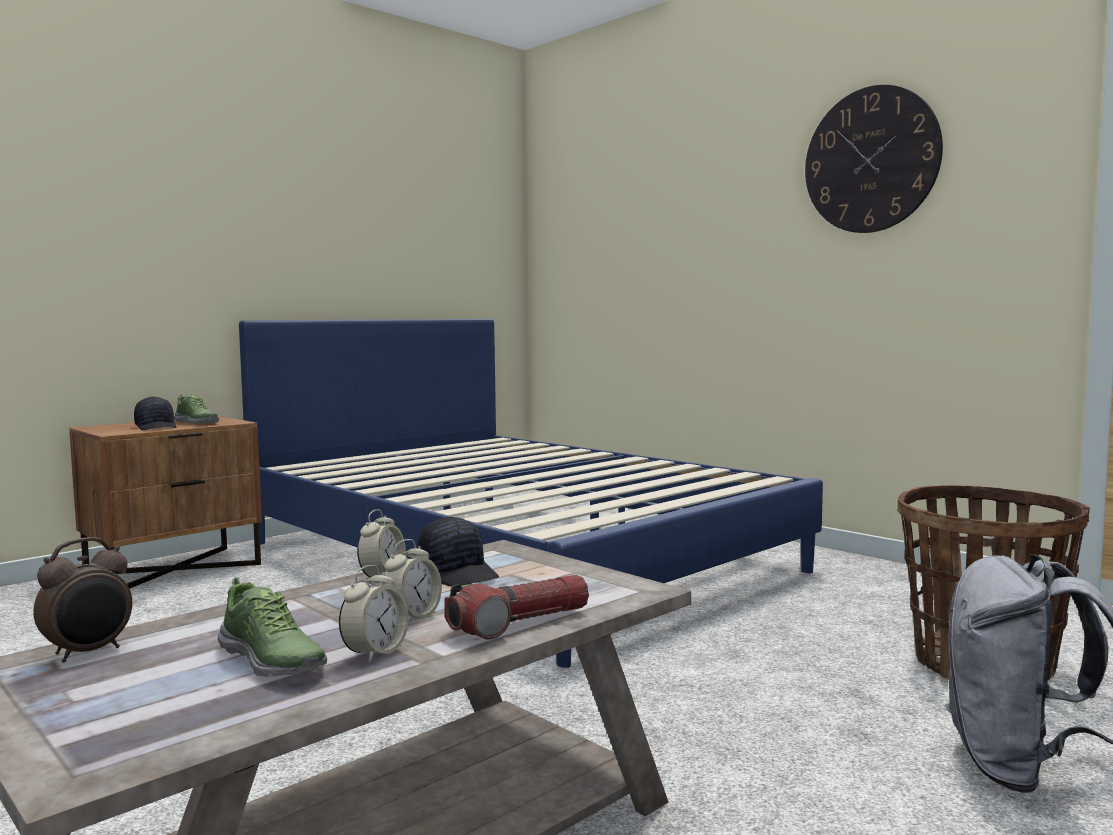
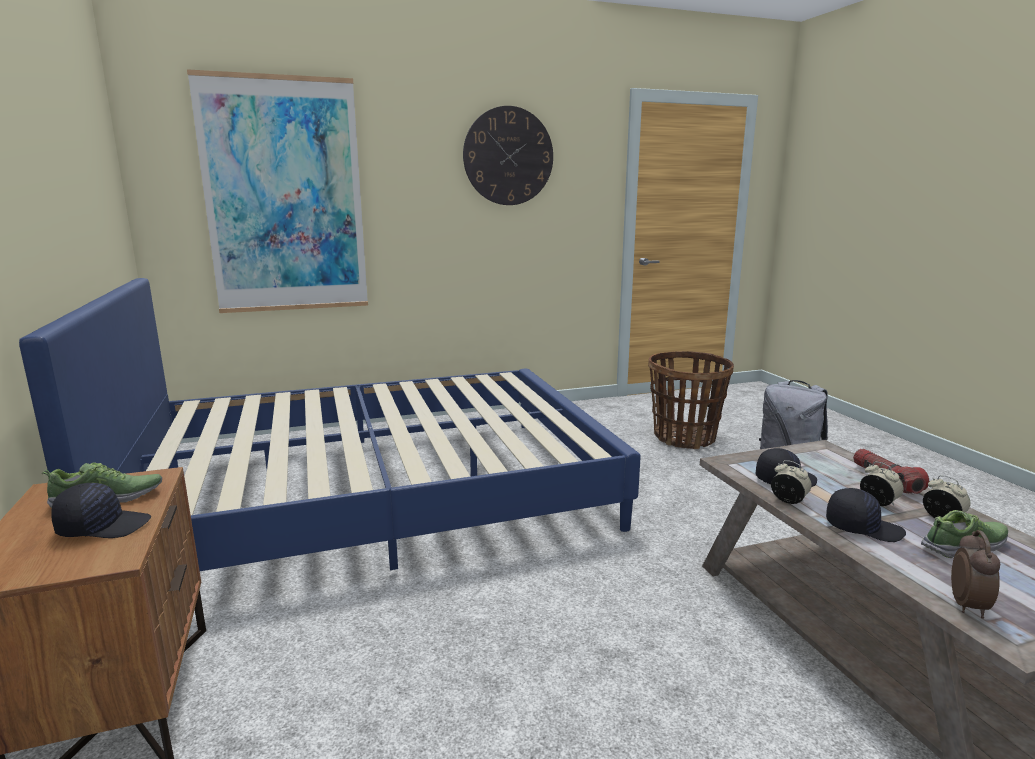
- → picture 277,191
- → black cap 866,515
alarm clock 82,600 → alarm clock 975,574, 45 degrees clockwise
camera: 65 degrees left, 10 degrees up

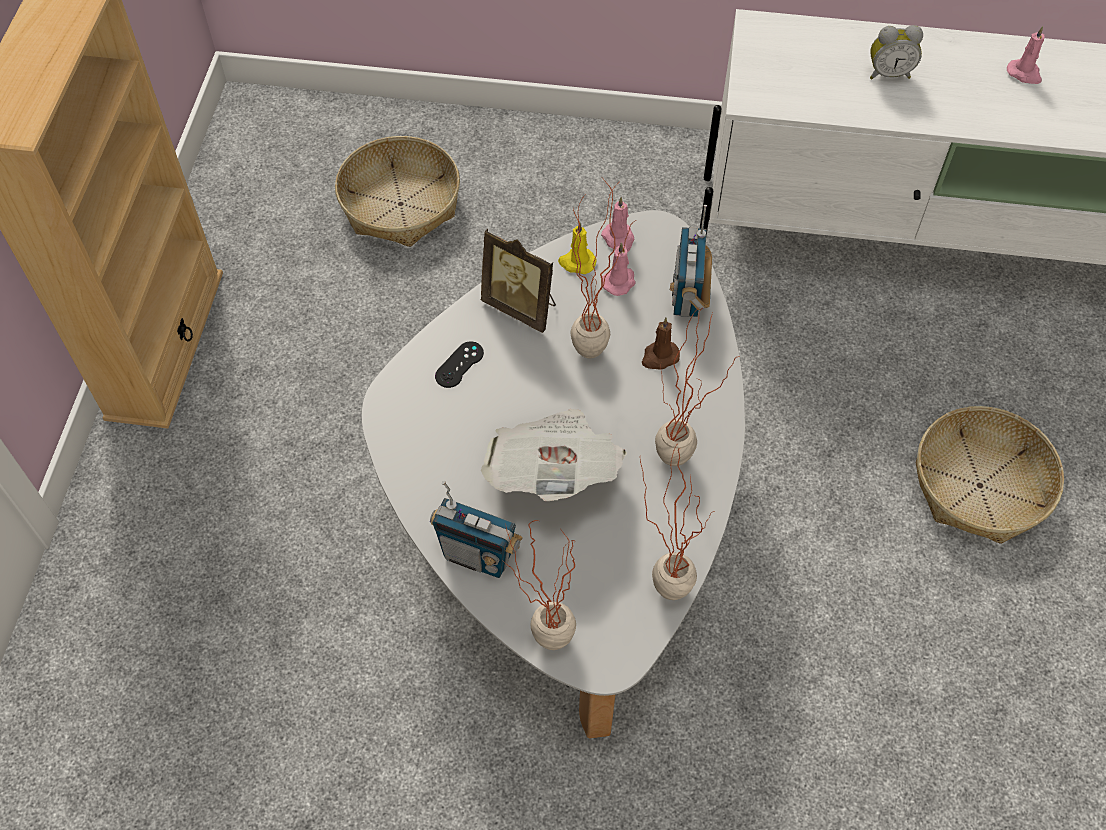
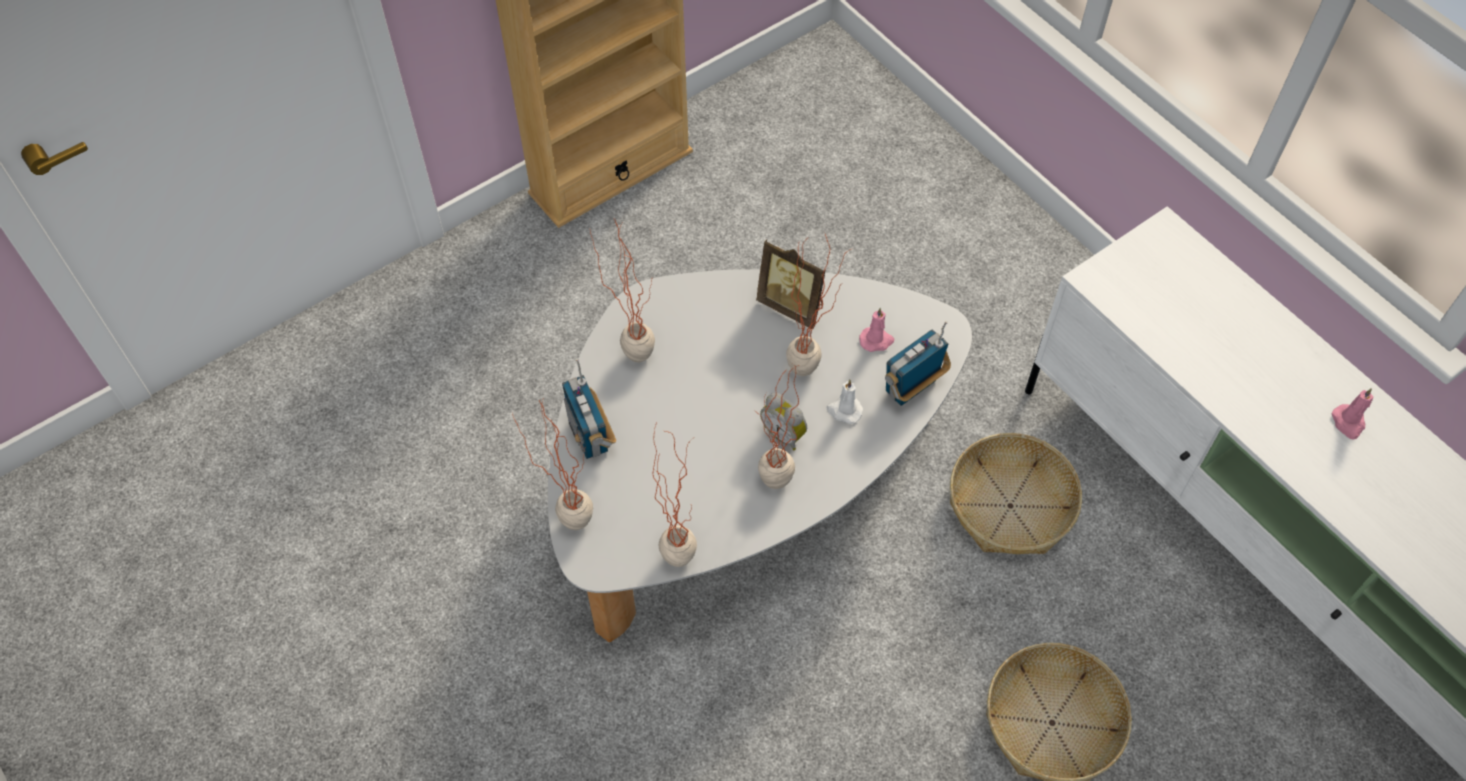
black game controller 459,364 → -
newspaper 554,455 → -
yellow candle 577,248 → -
pink candle 617,224 → -
- → potted plant 622,291
basket 397,191 → basket 1016,493, relocated
alarm clock 896,52 → alarm clock 783,421, relocated
brown candle 661,344 → white candle 845,402
picture frame 518,281 → picture frame 791,284, 45 degrees counterclockwise
camera: 45 degrees right, 0 degrees up

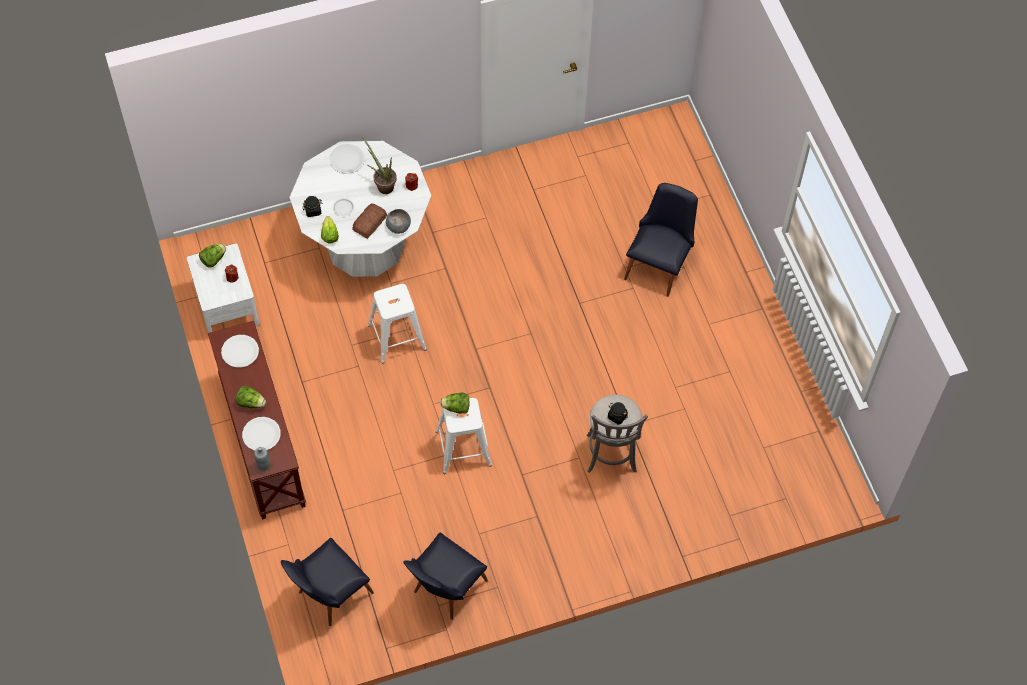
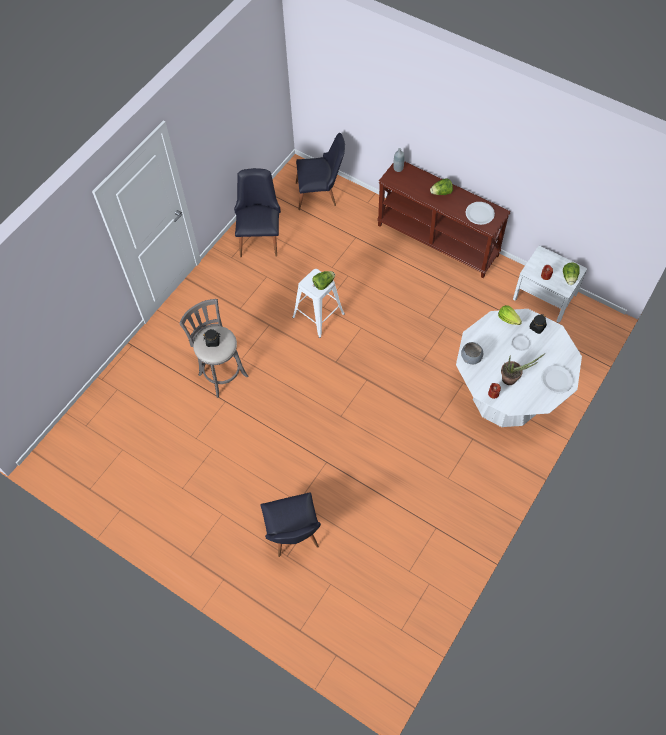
white plate 261,434 → -
bread 369,221 → -
white stool 397,324 → -
black chair 327,582 → black chair 320,171, 75 degrees clockwise
camera: 145 degrees right, 0 degrees up

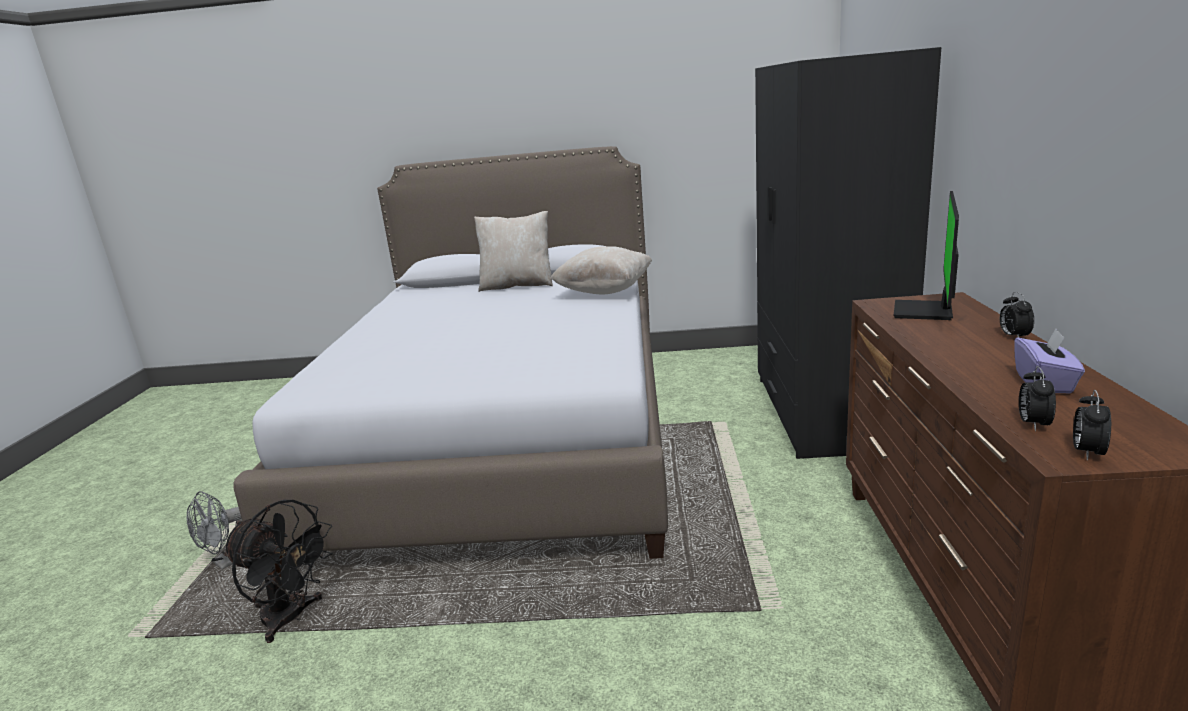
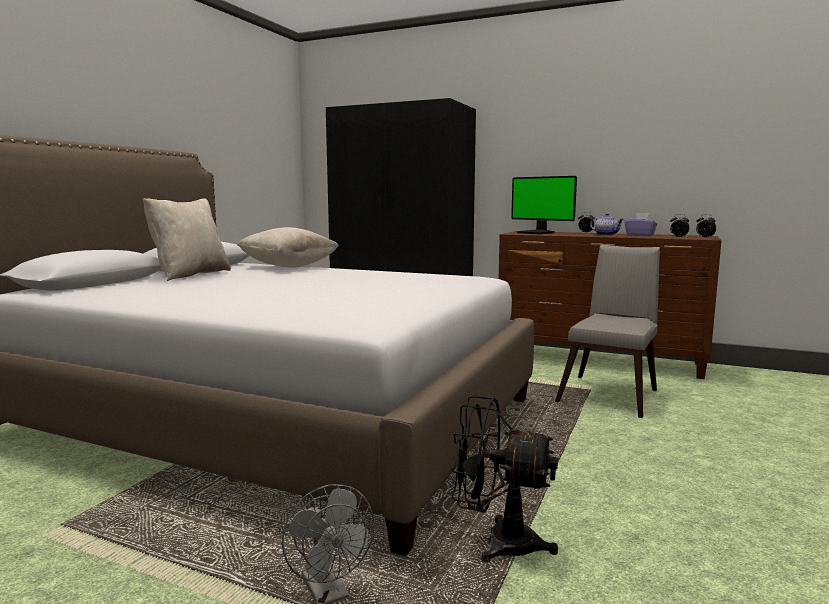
- → grey chair 607,331
- → teapot 607,224
black fan 278,571 → black fan 504,479, 120 degrees counterclockwise
camera: 70 degrees left, 10 degrees down

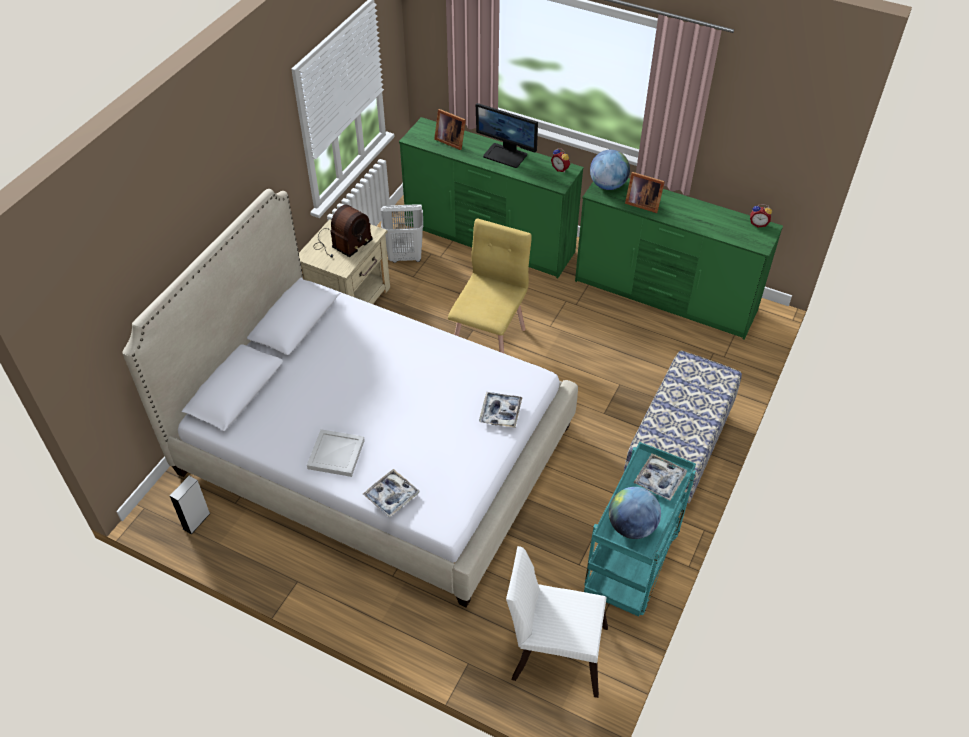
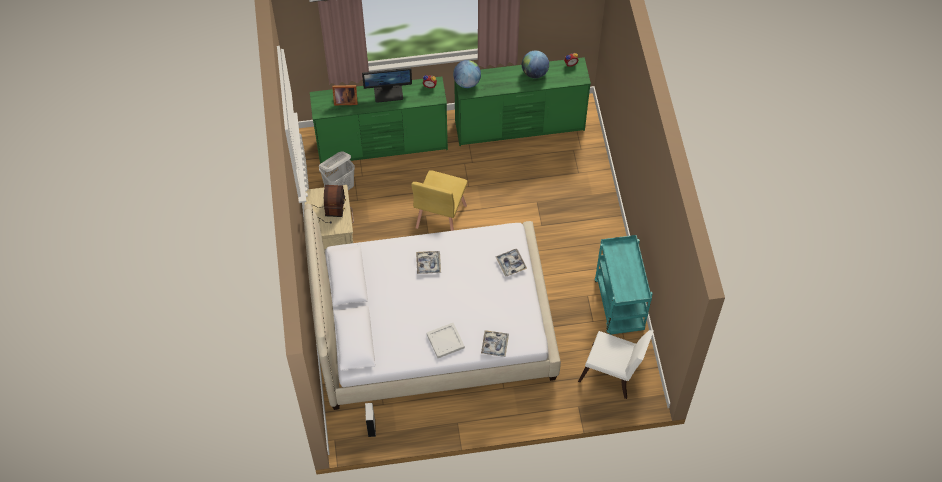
bench 683,431 → -
picture frame 645,192 → -
globe 635,513 → globe 535,64, relocated
tray 660,477 → tray 428,262, relocated
yellow chair 490,285 → yellow chair 439,200, 150 degrees counterclockwise
white chair 557,622 → white chair 616,364, 135 degrees counterclockwise
camera: 35 degrees left, 10 degrees up

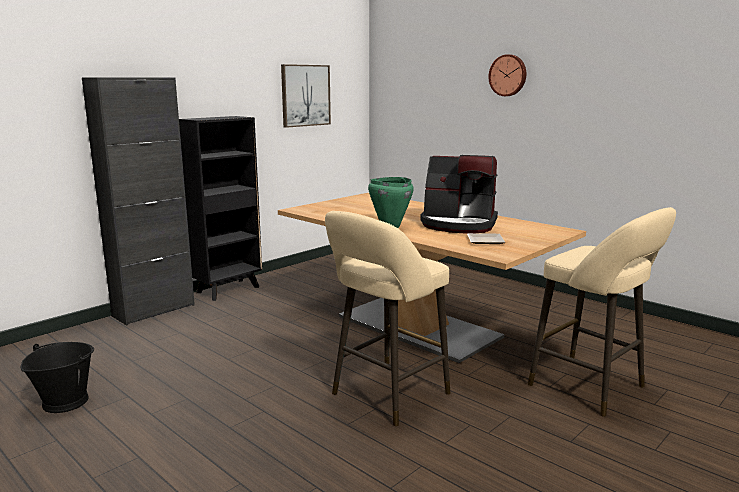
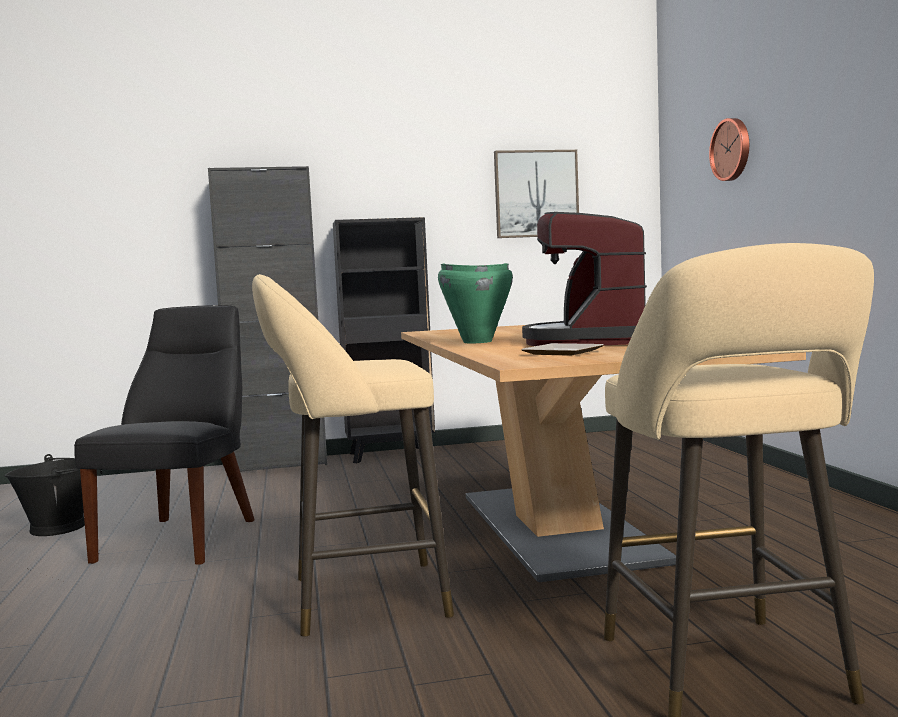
- → black chair 164,435
wall clock 507,75 → wall clock 729,149, relocated
coffee machine 459,194 → coffee machine 584,279, 45 degrees clockwise
camera: 35 degrees right, 10 degrees down

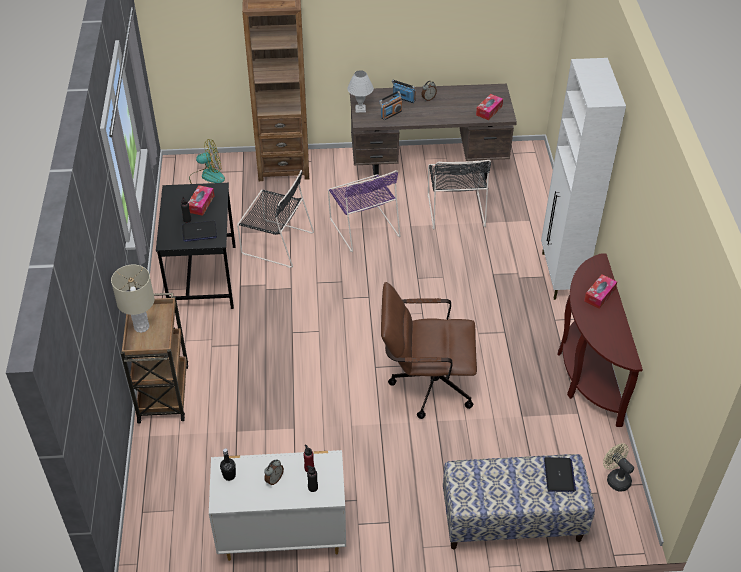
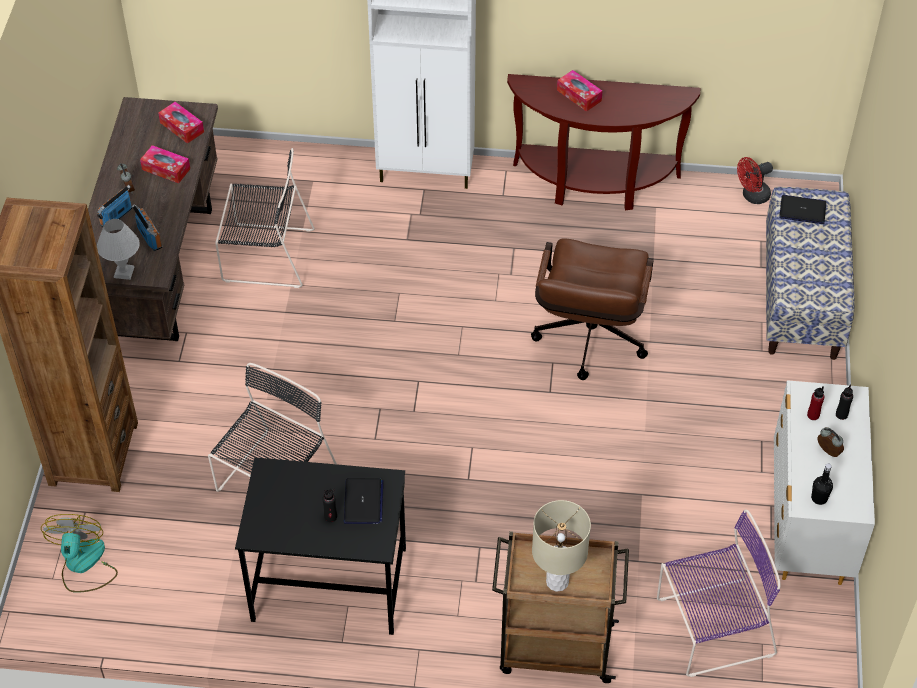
tissue box 201,200 → tissue box 165,164, relocated
purple chair 364,211 → purple chair 719,593, relocated
beige fan 618,467 → red fan 755,180
camera: 80 degrees left, 5 degrees up

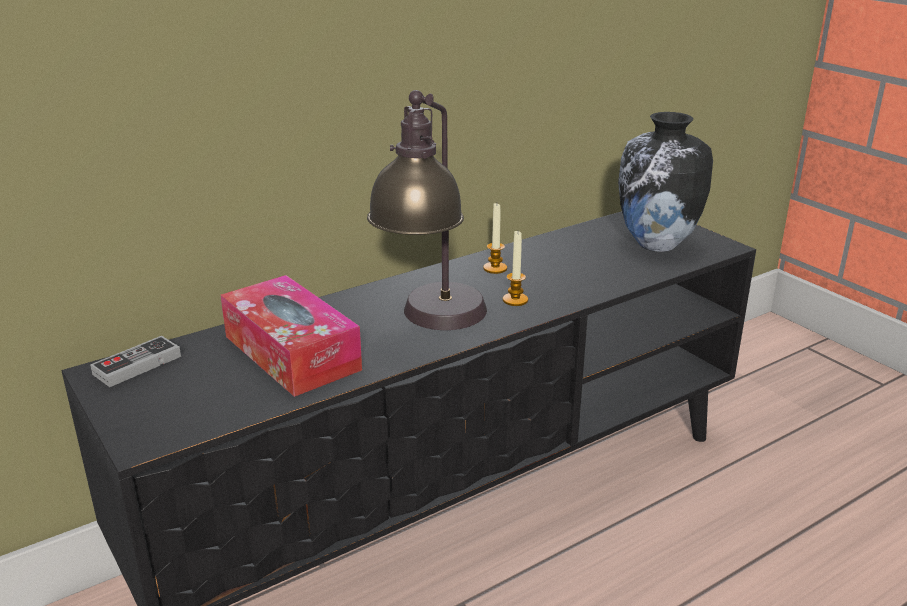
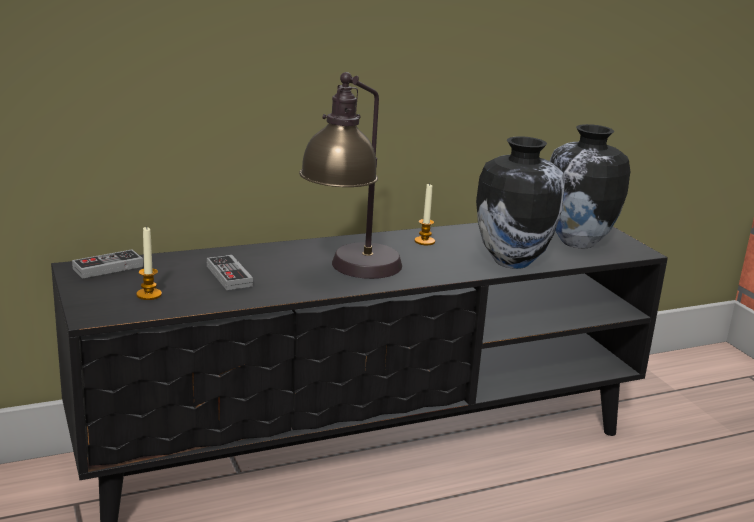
- → vase 520,202
candle 515,268 → candle 149,263, relocated
tissue box 291,336 → game controller 230,272
camera: 10 degrees right, 5 degrees down

